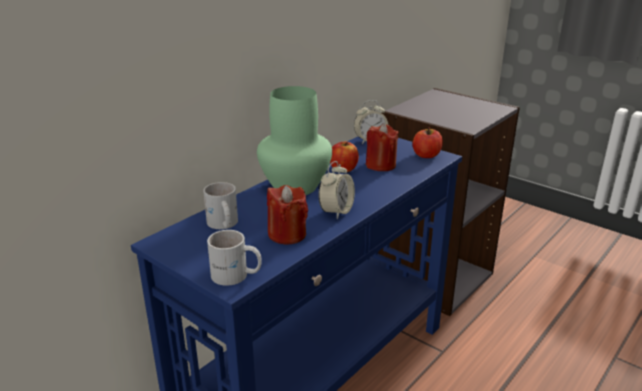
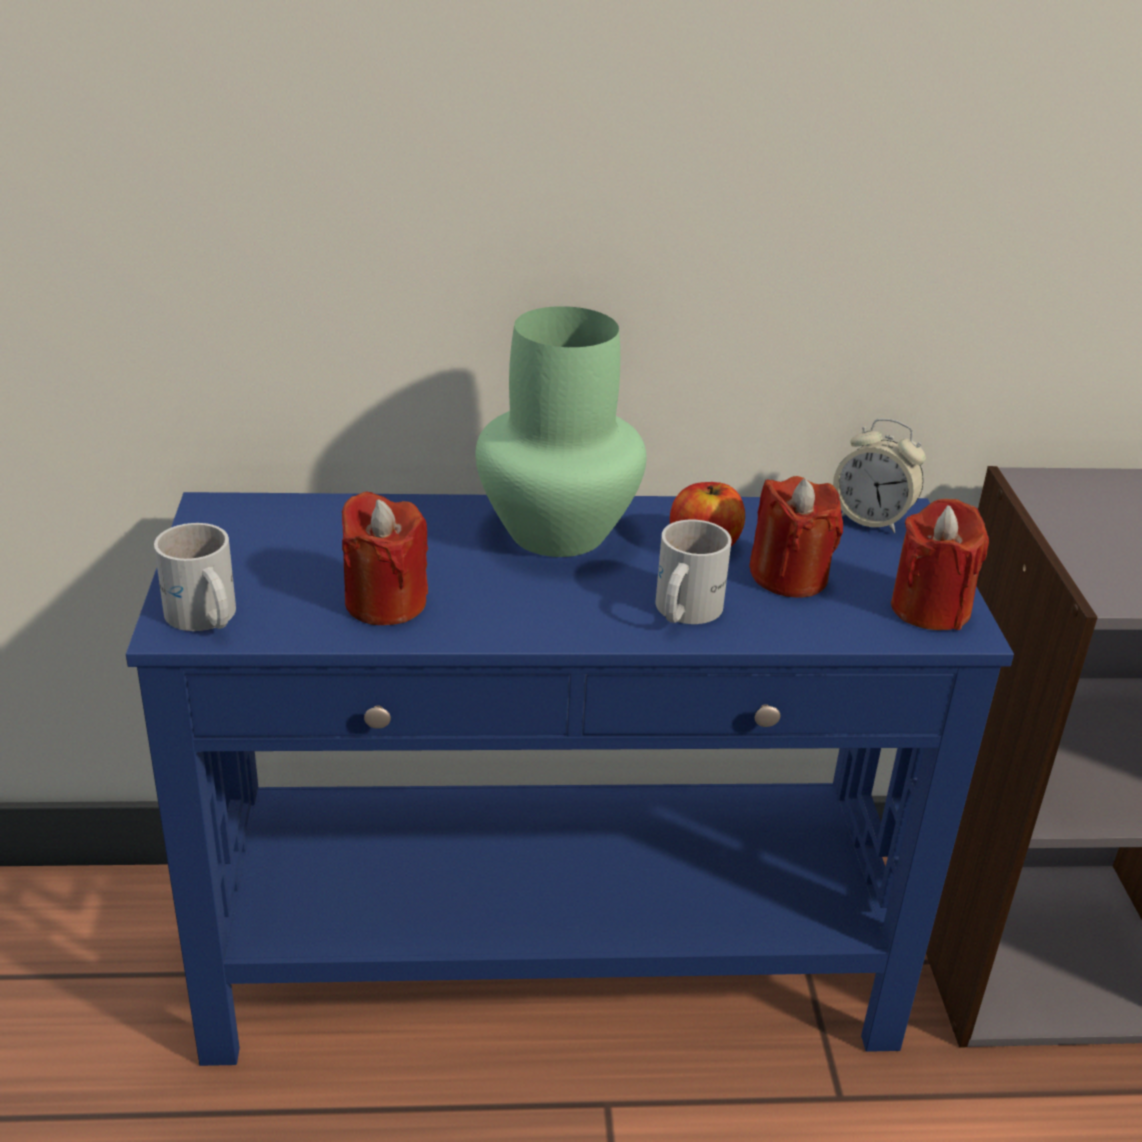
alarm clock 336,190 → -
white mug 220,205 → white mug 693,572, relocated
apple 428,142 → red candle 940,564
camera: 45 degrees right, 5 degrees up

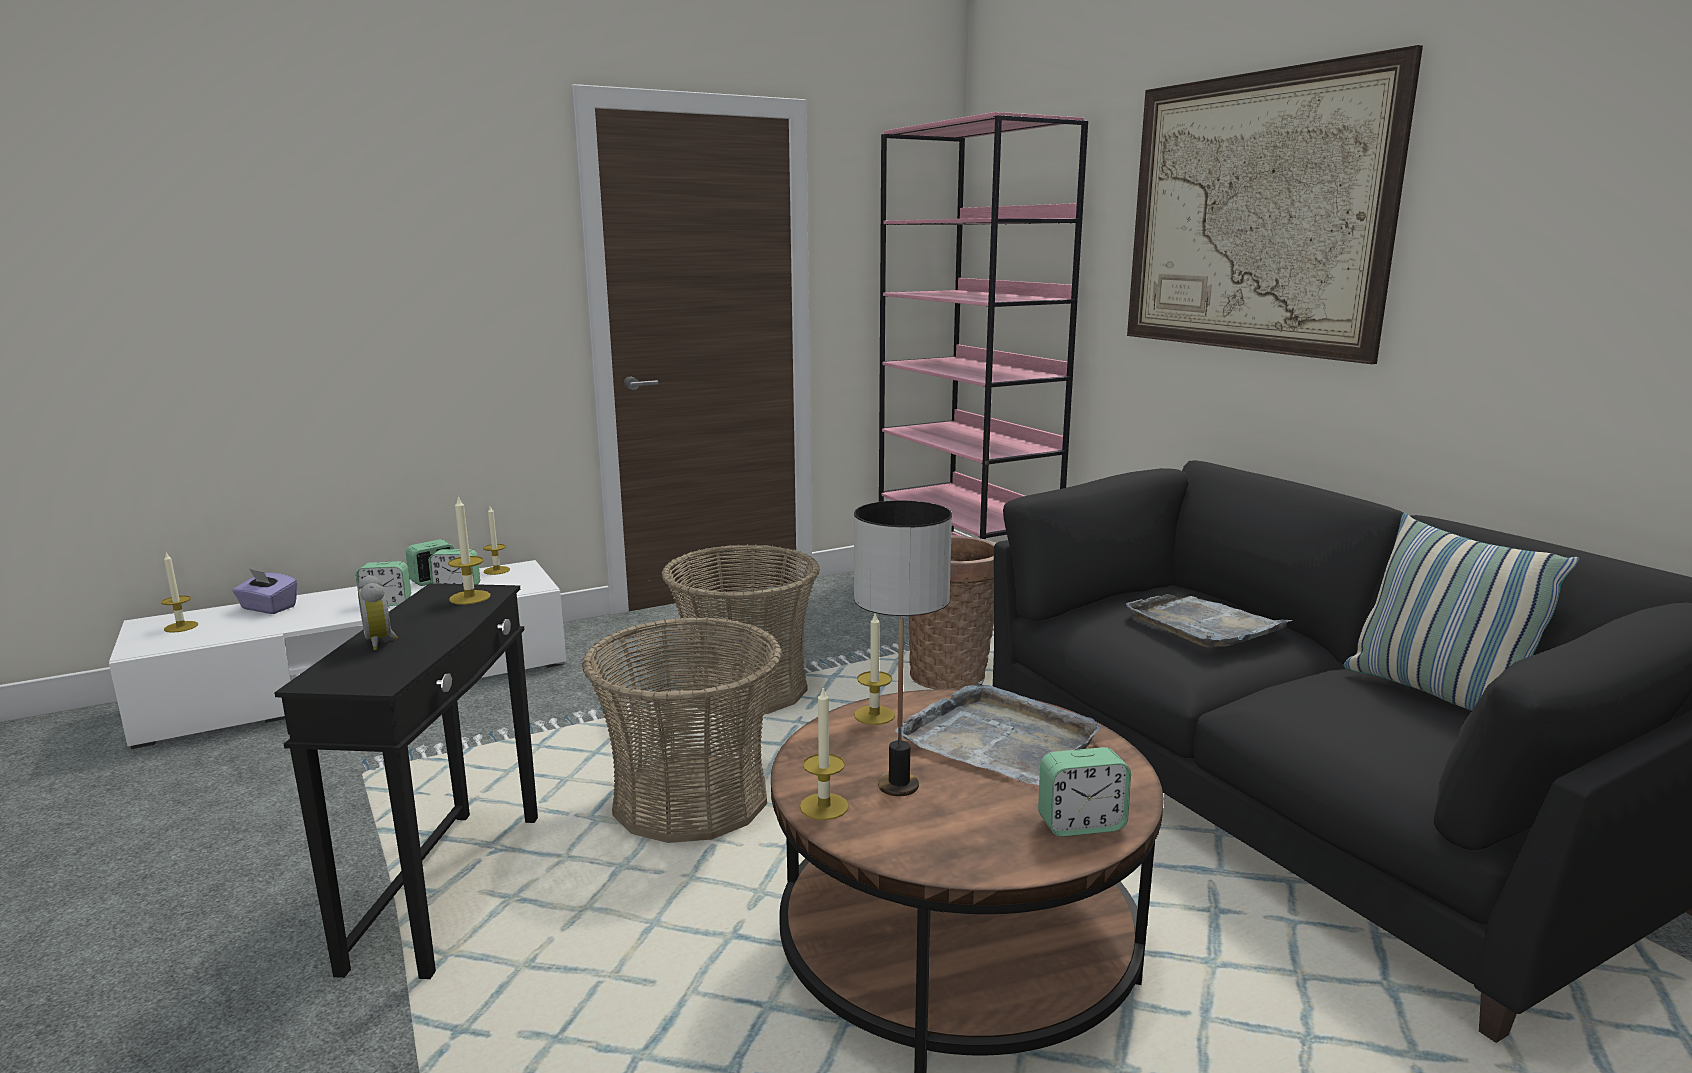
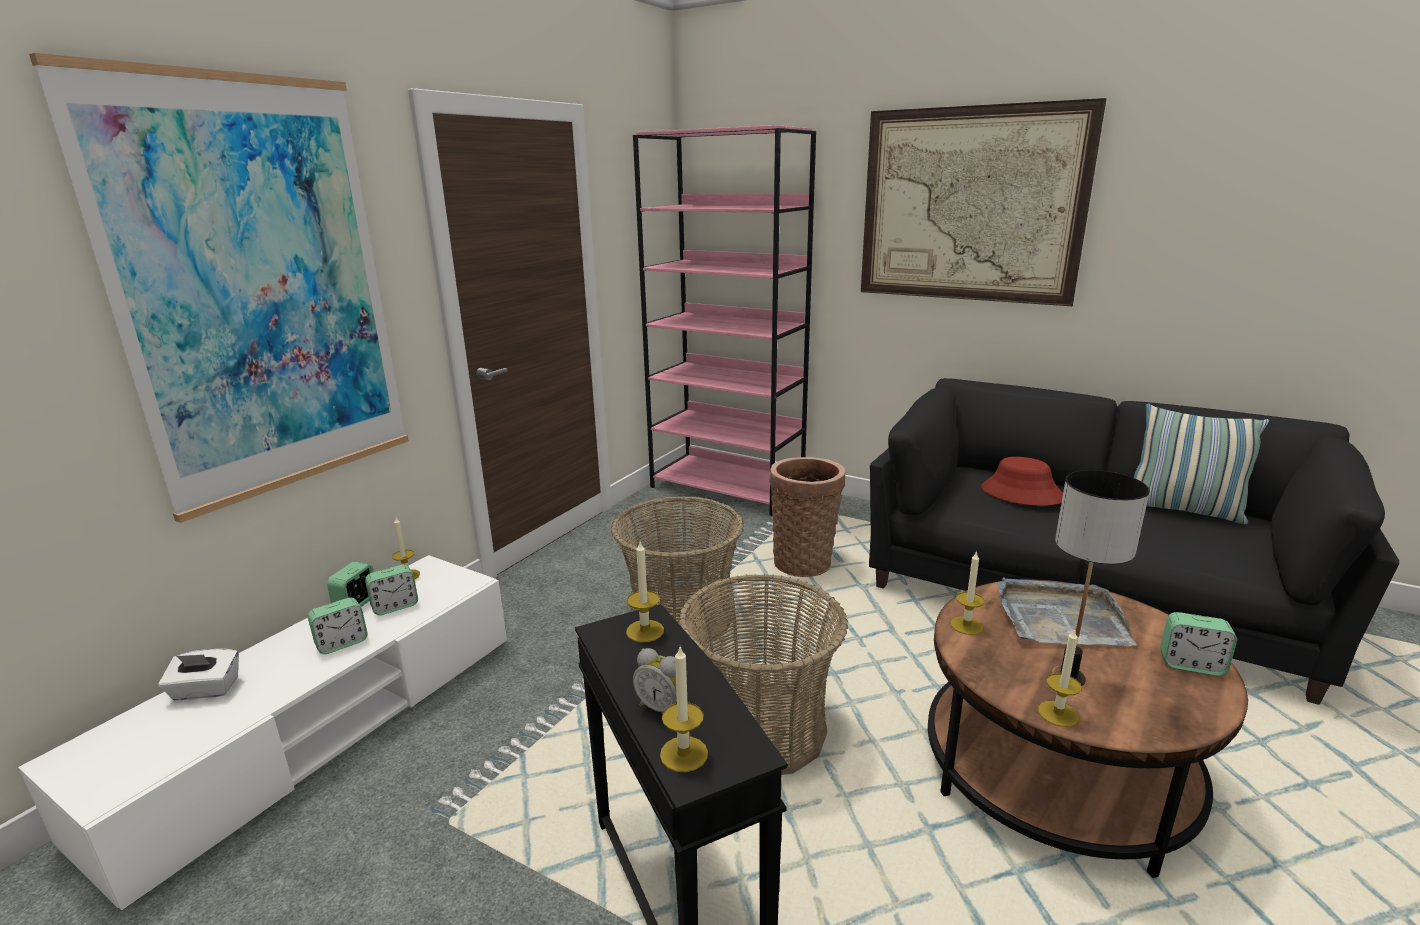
- → picture 219,288
candle 179,592 → candle 684,709, relocated
grey tray 1209,620 → red hat 1022,481
purple tissue box 265,591 → white tissue box 198,675
alarm clock 1084,792 → alarm clock 1198,644, 60 degrees clockwise
camera: 30 degrees left, 5 degrees up

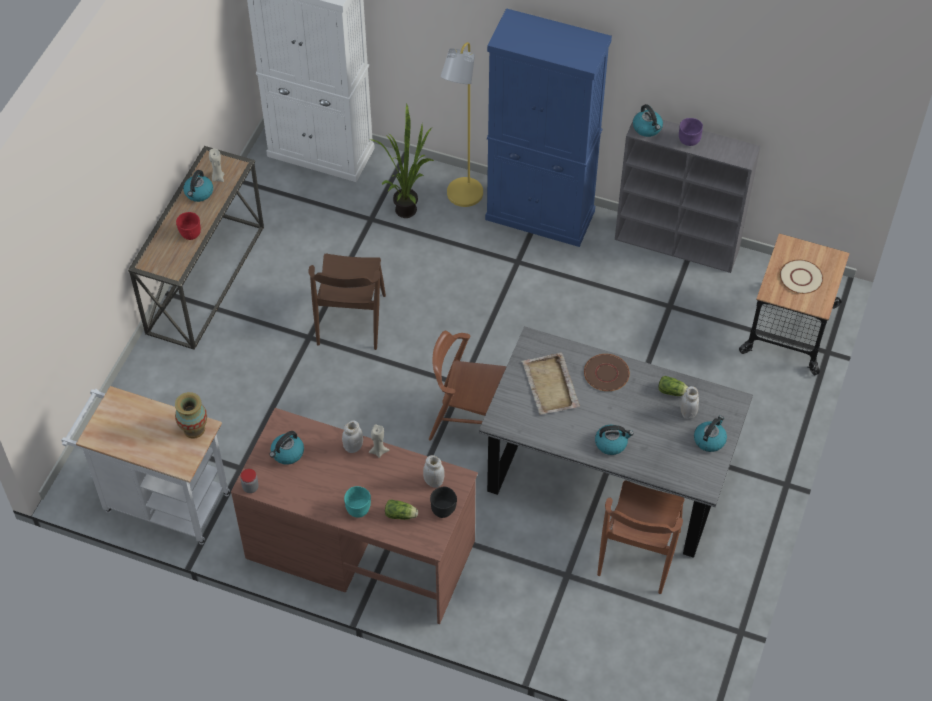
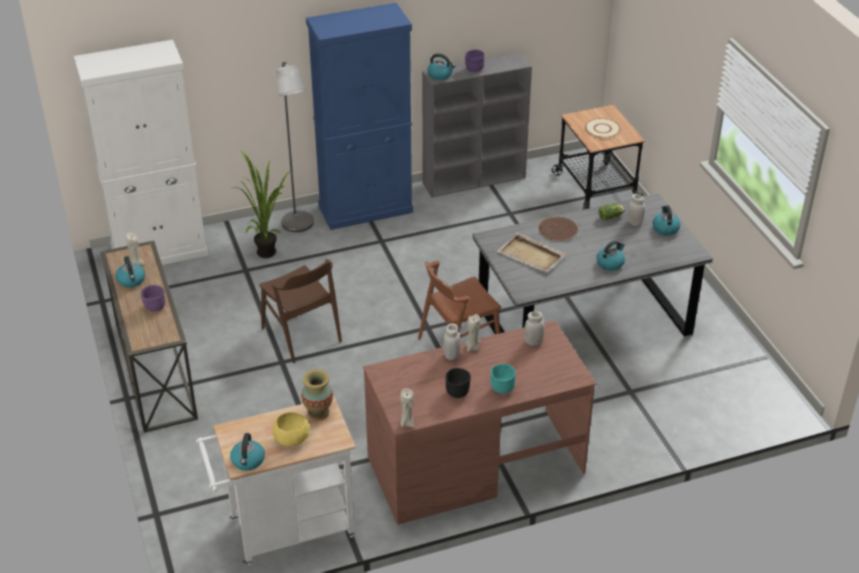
lettuce 401,509 → -
brown chair 640,537 → -
- → yellow bowl 291,429
kettle 286,448 → kettle 247,452, relocated
black bowl 443,502 → black bowl 458,383, relocated
jar 249,481 → beige candle 407,407
red bowl 188,226 → purple bowl 153,298
yellow floor lamp 462,124 → grey floor lamp 295,147
camera: 40 degrees left, 15 degrees down

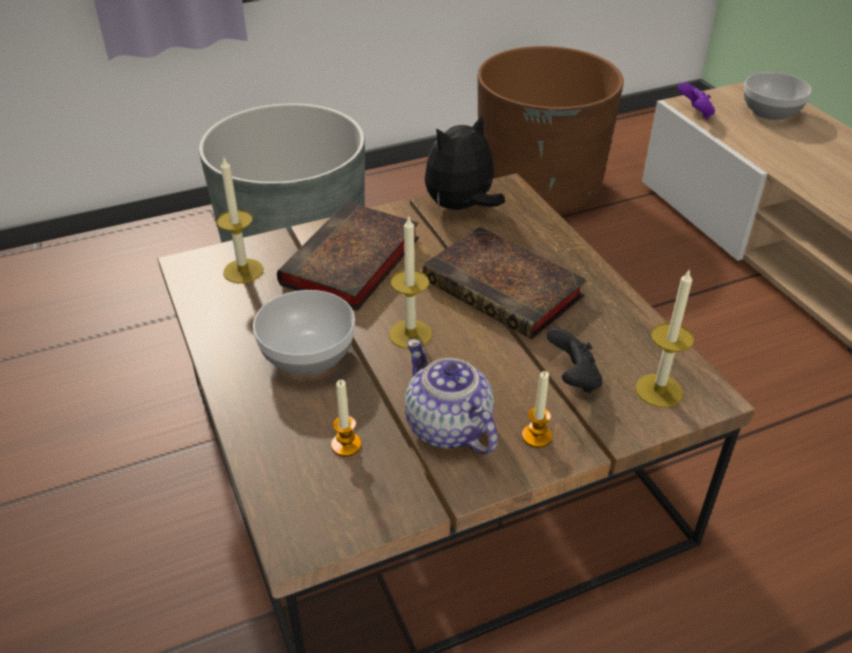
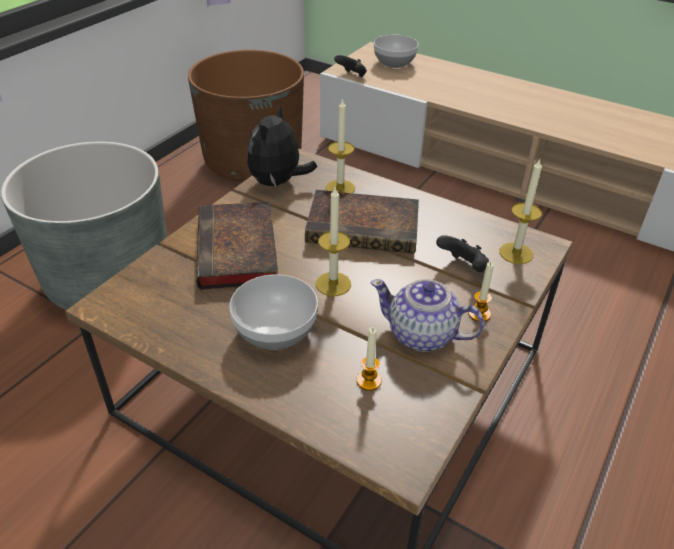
candle 240,220 → candle 340,145, relocated
purple game controller 696,101 → black game controller 350,66
camera: 35 degrees left, 0 degrees up

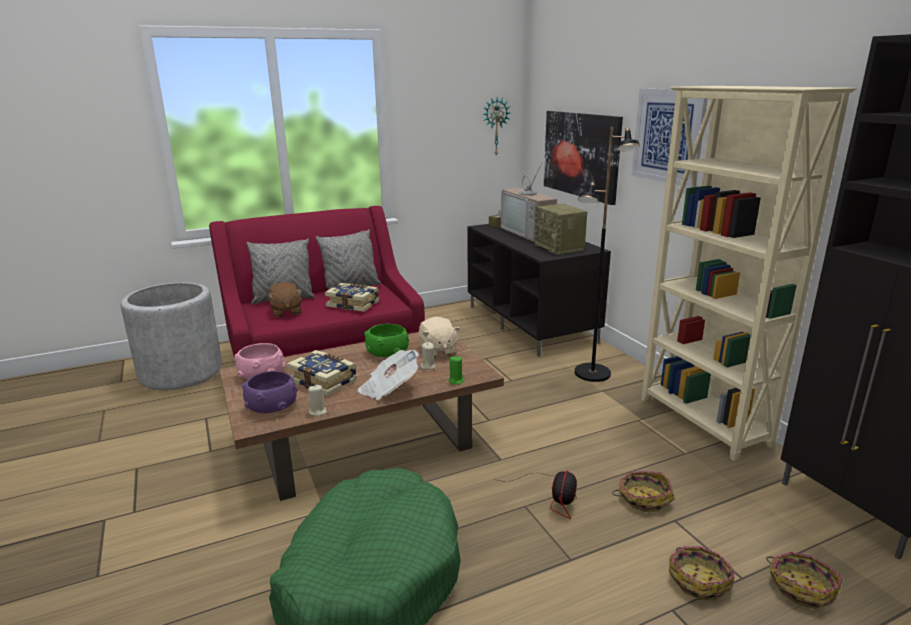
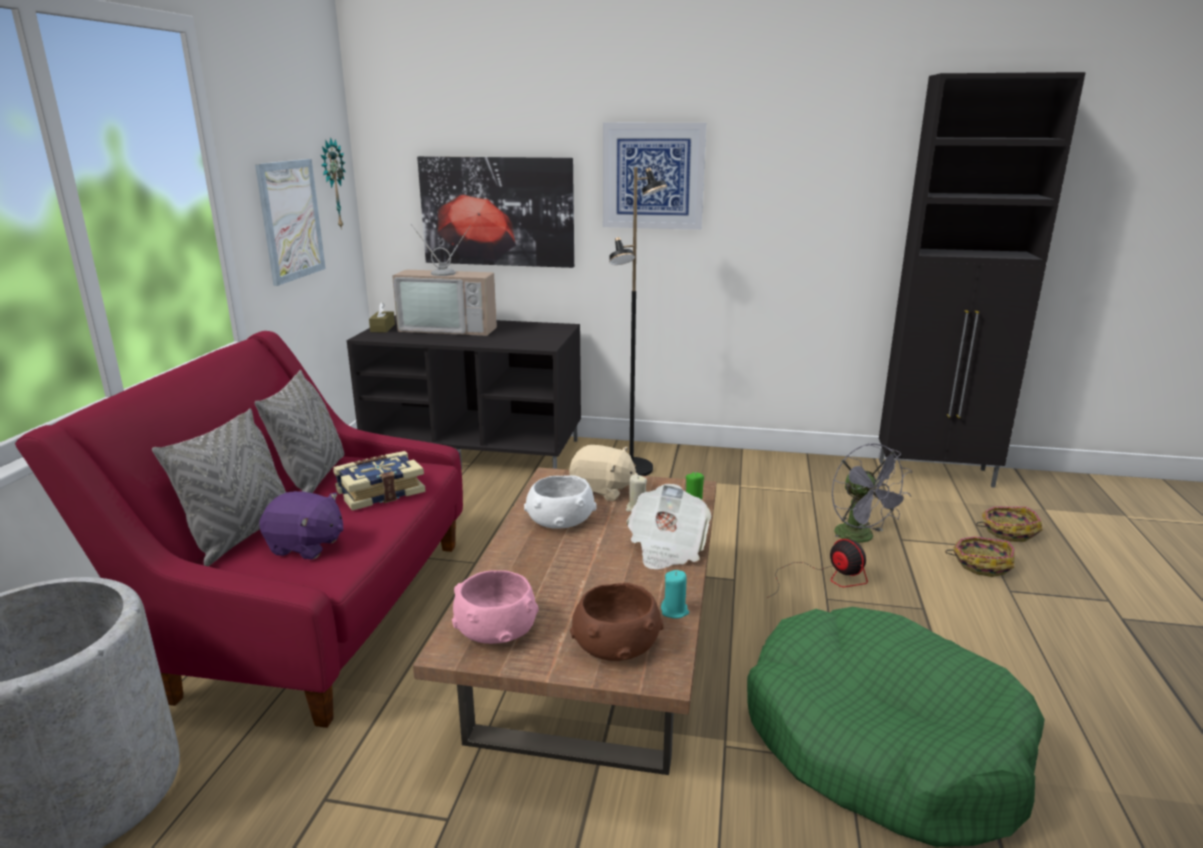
book 322,373 → -
radio 561,229 → -
beige bookcase 749,273 → -
- → picture 290,222
basket 643,491 → grey fan 872,493
purple bowl 270,392 → brown bowl 616,622
brown plush toy 284,300 → purple plush toy 301,525
beige candle 317,400 → turquoise candle 675,594
green bowl 386,340 → white bowl 560,502
camera: 55 degrees left, 0 degrees up

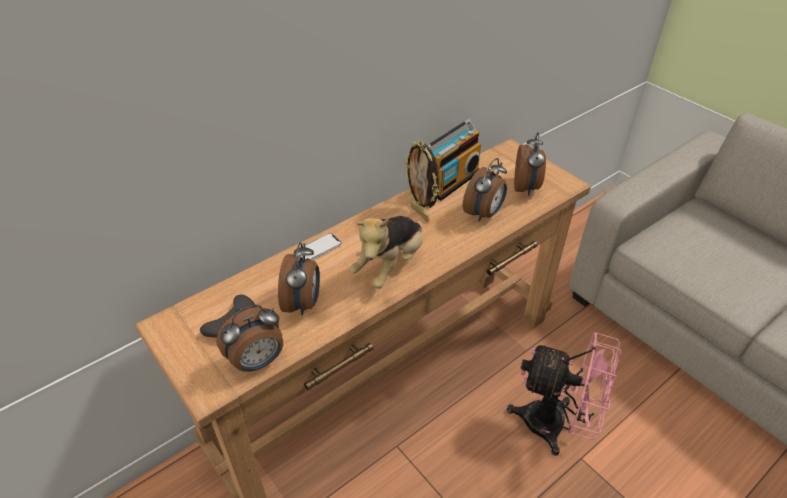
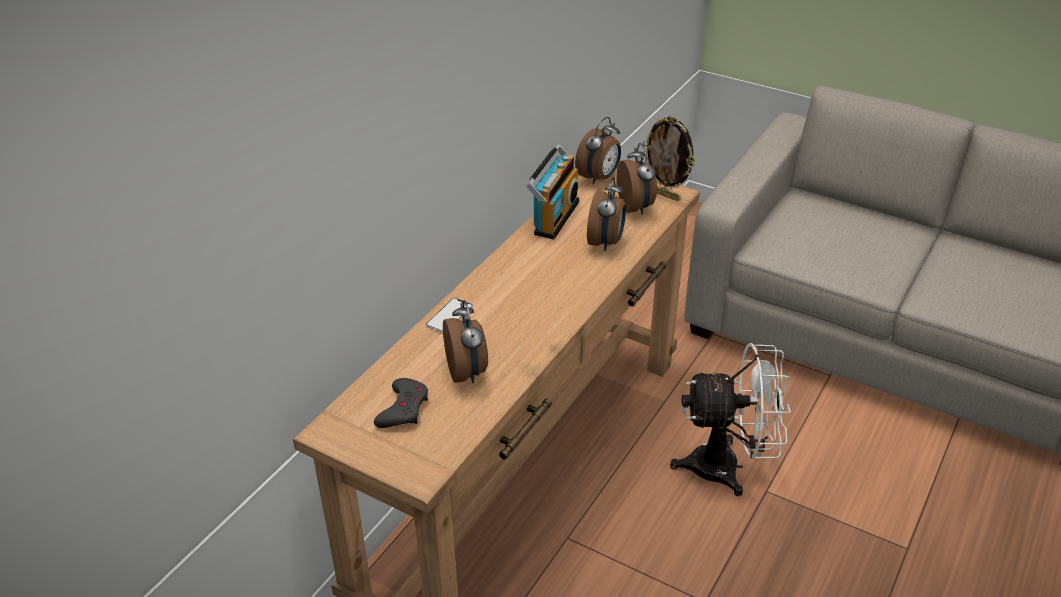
plush toy 386,252 → -
alarm clock 249,338 → alarm clock 598,150, relocated
picture frame 421,181 → picture frame 669,158, relocated
pink fan 564,394 → white fan 730,420
camera: 20 degrees left, 5 degrees down

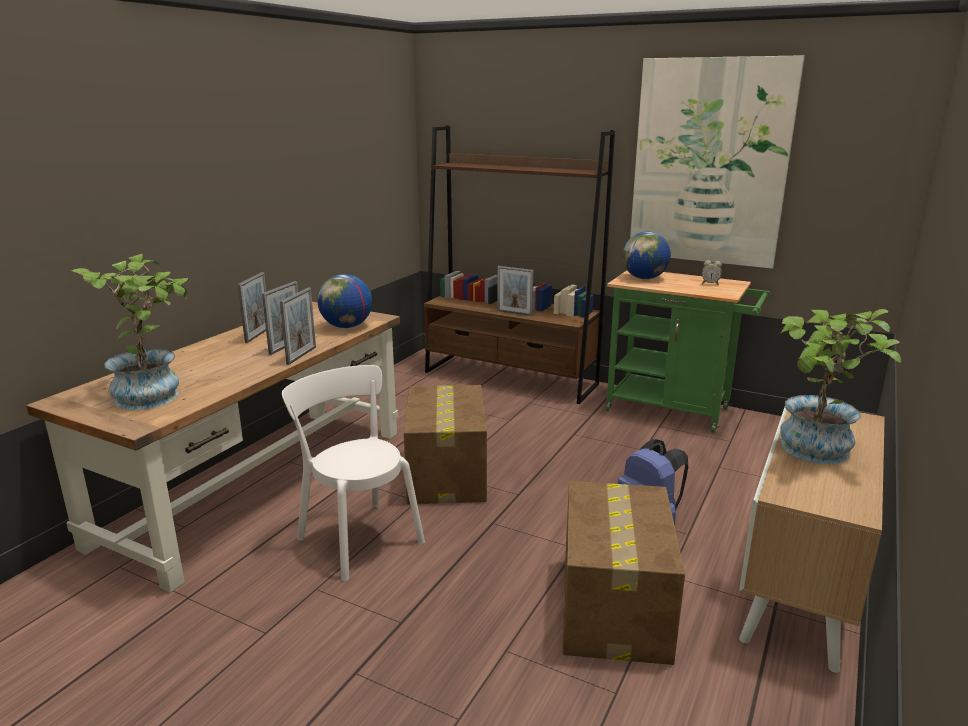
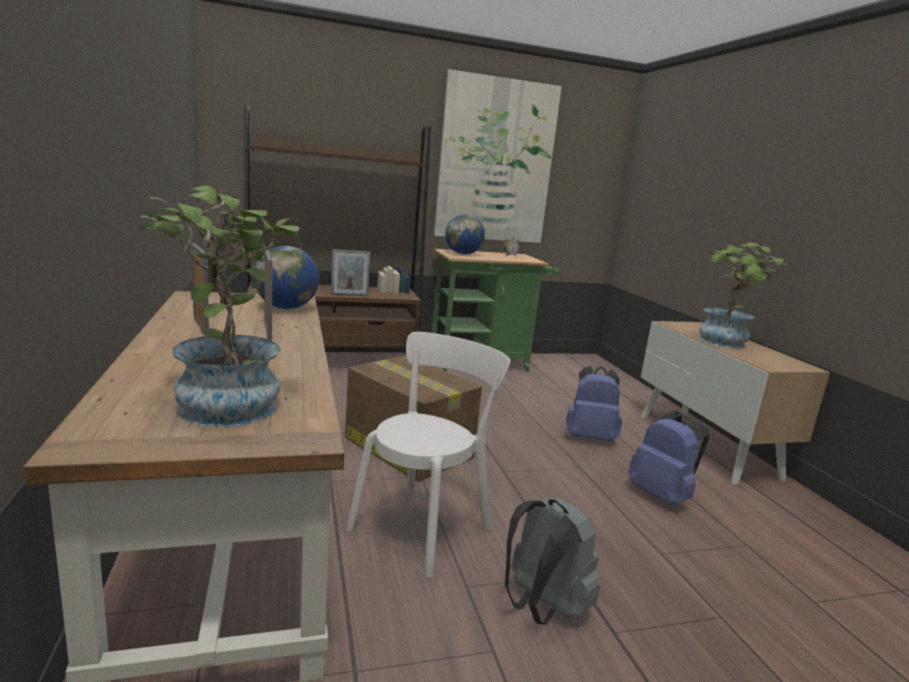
picture frame 298,326 → -
- → grey backpack 552,560
cardboard box 624,573 → blue backpack 668,458
white chair 353,473 → white chair 428,455, 120 degrees clockwise
camera: 45 degrees left, 5 degrees down

